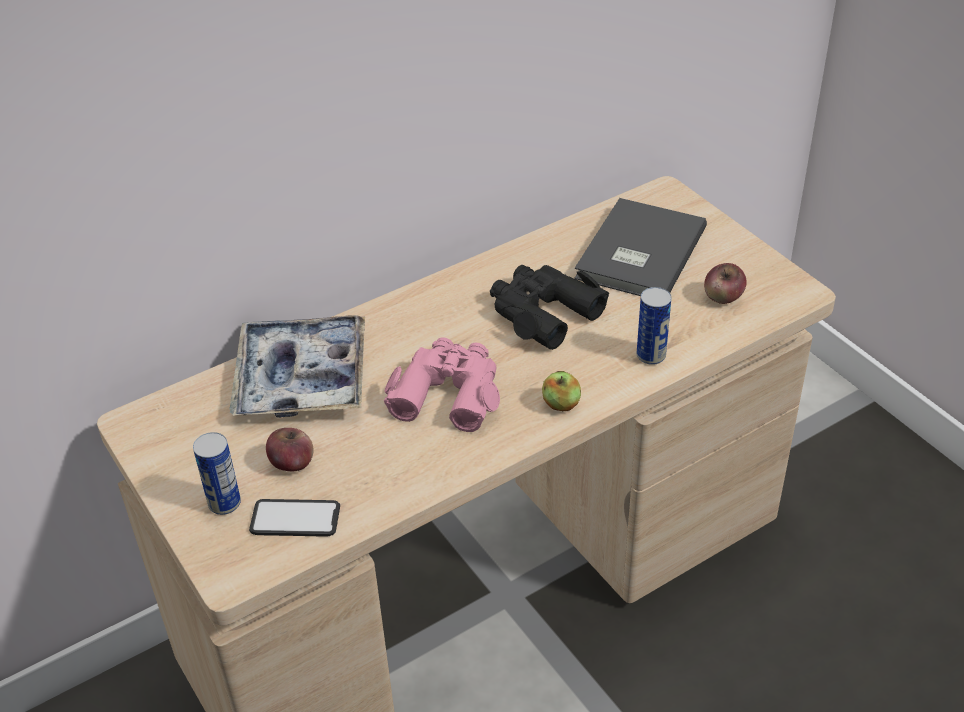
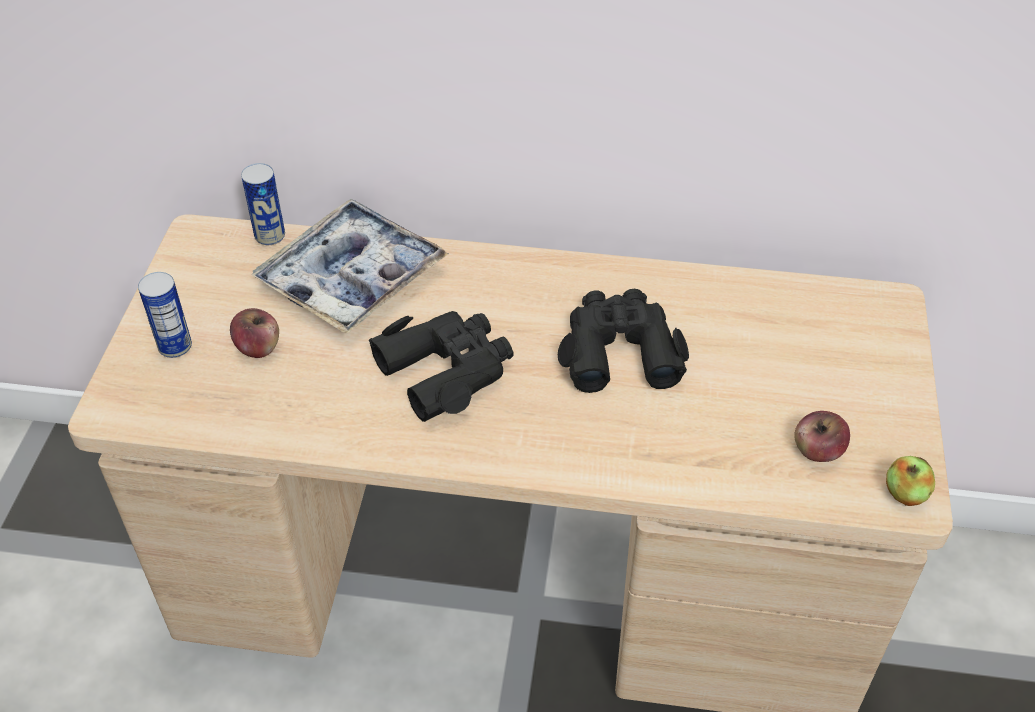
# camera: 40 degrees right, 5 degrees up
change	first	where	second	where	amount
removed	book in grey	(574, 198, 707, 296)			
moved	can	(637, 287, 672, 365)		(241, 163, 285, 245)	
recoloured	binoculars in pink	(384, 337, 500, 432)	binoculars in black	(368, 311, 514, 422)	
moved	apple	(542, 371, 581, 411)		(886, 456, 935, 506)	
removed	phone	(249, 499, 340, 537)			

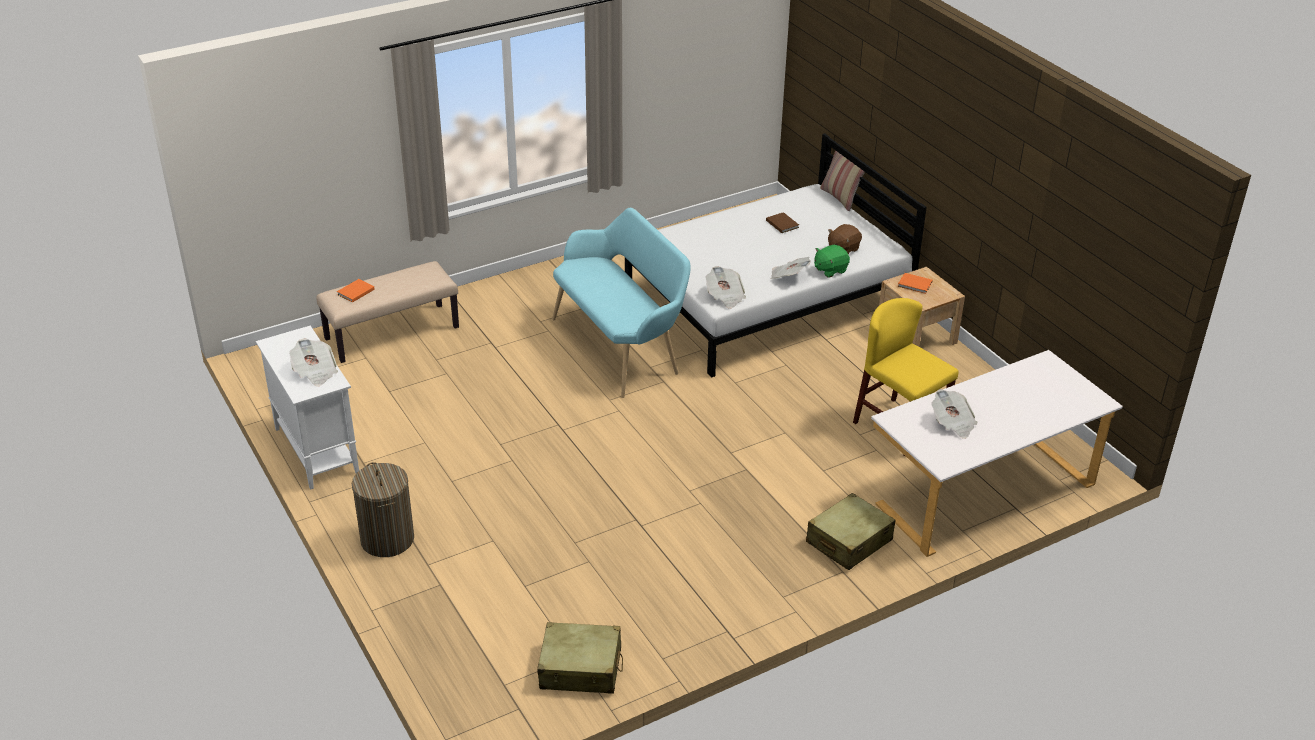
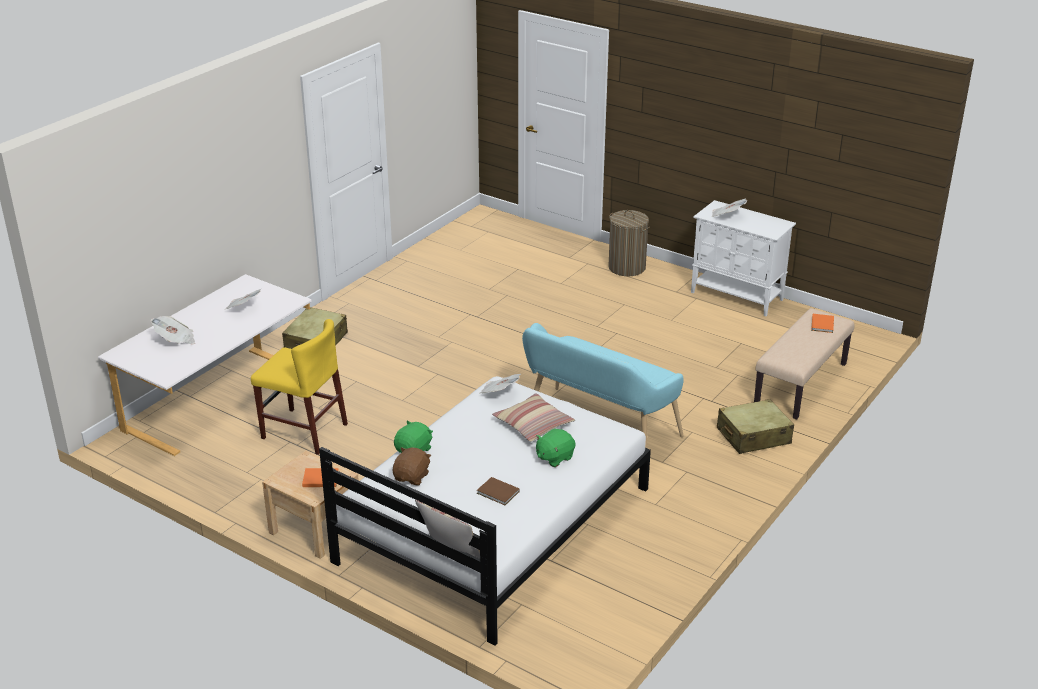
# camera: 155 degrees right, 5 degrees down
change	first	where	second	where	amount
moved	newspaper	(770, 257, 811, 279)		(151, 316, 195, 344)	
moved	suitcase in beige	(537, 622, 623, 694)		(717, 399, 794, 454)	
added			pillow	(492, 393, 575, 442)	
added			plush toy in green	(536, 429, 575, 467)	

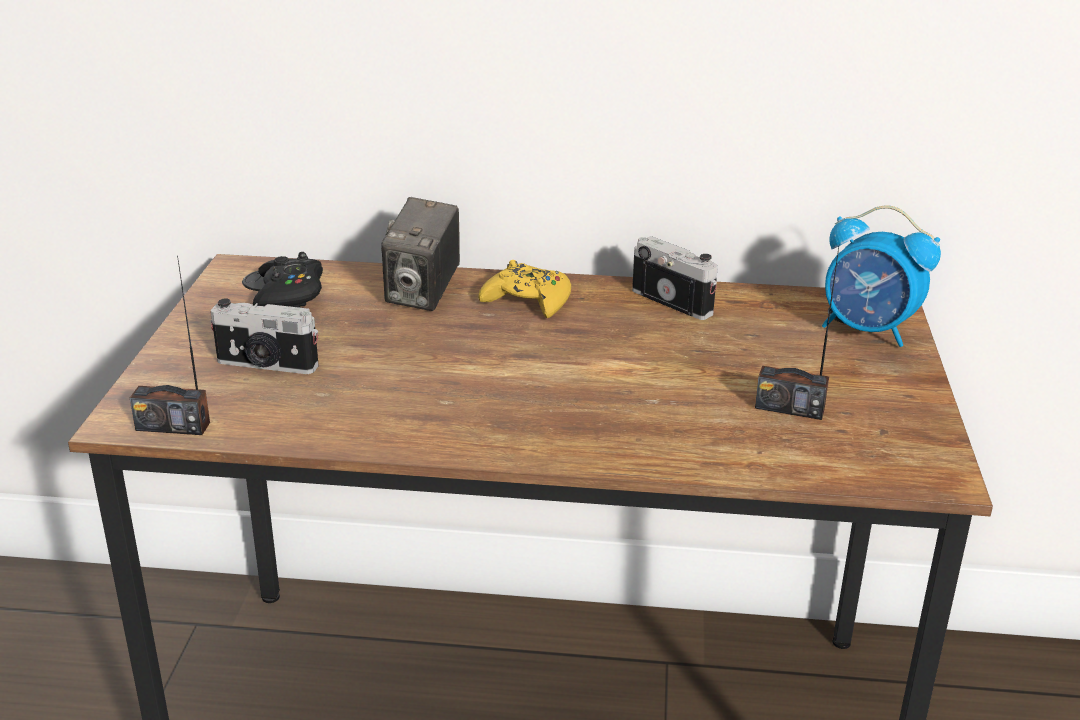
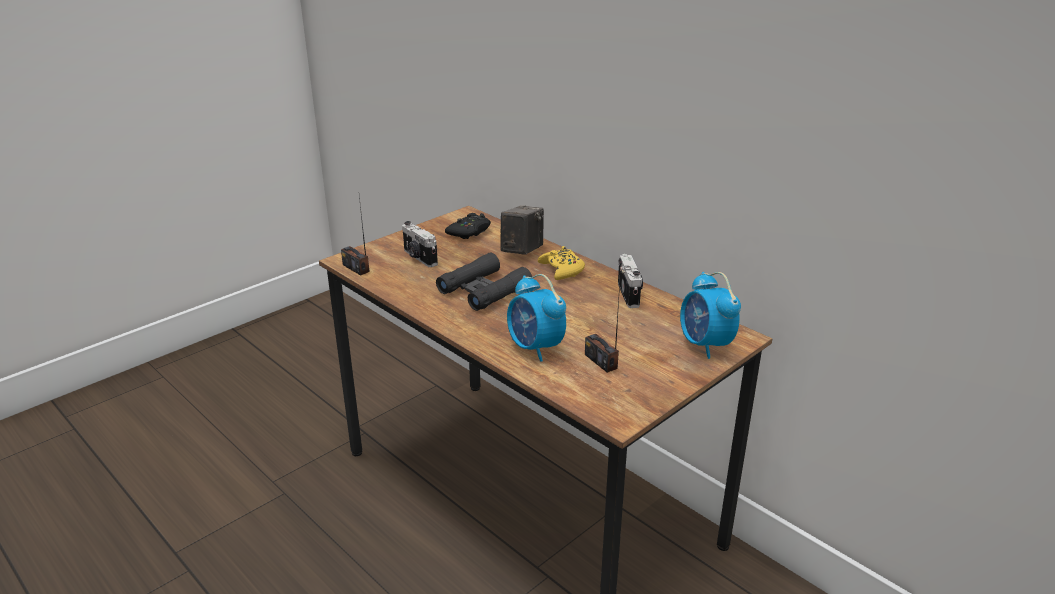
# camera: 40 degrees right, 0 degrees up
change	first	where	second	where	amount
turned	photo camera	(381, 197, 460, 311)		(501, 205, 544, 255)	150 degrees clockwise
added			binoculars in black	(436, 253, 532, 311)	
added			alarm clock	(507, 274, 566, 362)	

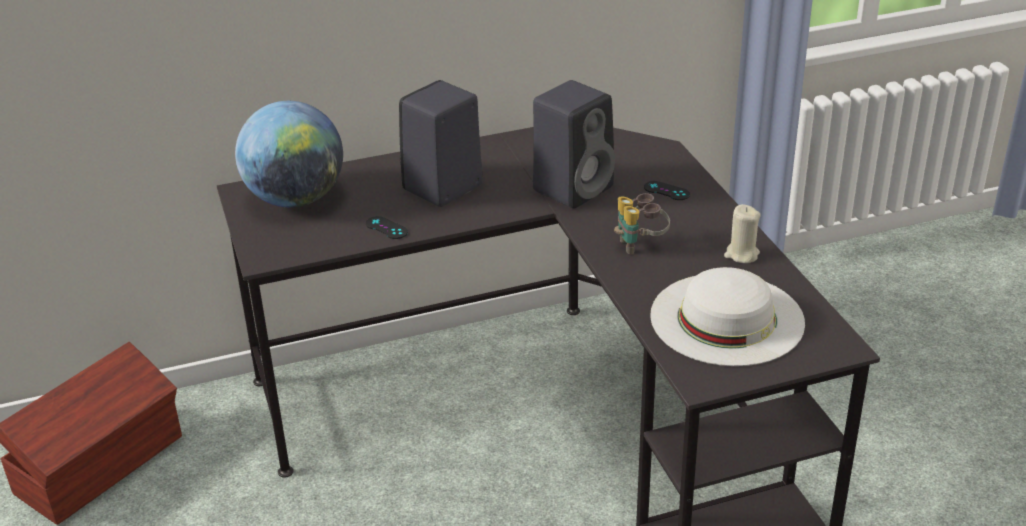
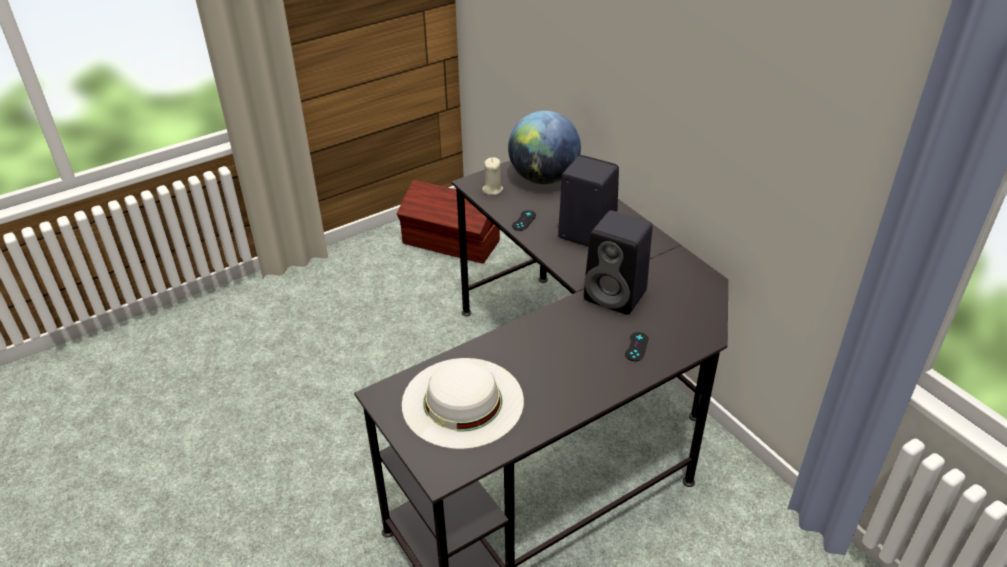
# camera: 75 degrees right, 5 degrees up
change	first	where	second	where	amount
removed	binoculars	(614, 193, 670, 255)			
moved	candle in beige	(724, 204, 761, 263)		(482, 157, 503, 195)	

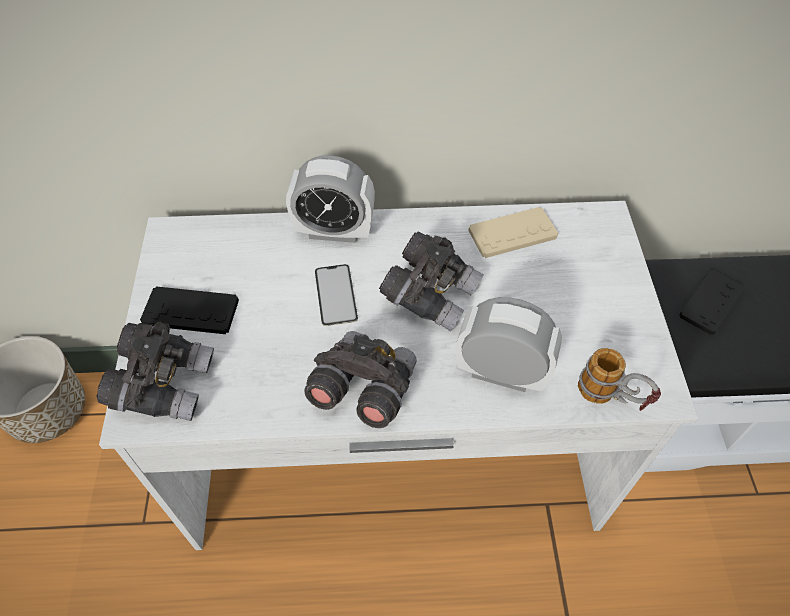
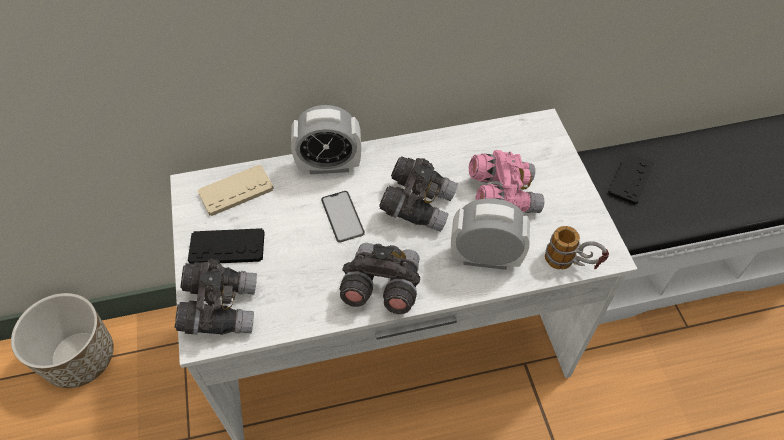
# camera: 10 degrees left, 0 degrees up
change	first	where	second	where	amount
moved	game controller in beige	(469, 207, 558, 258)		(198, 165, 274, 216)	
added			binoculars in pink	(469, 150, 544, 213)	

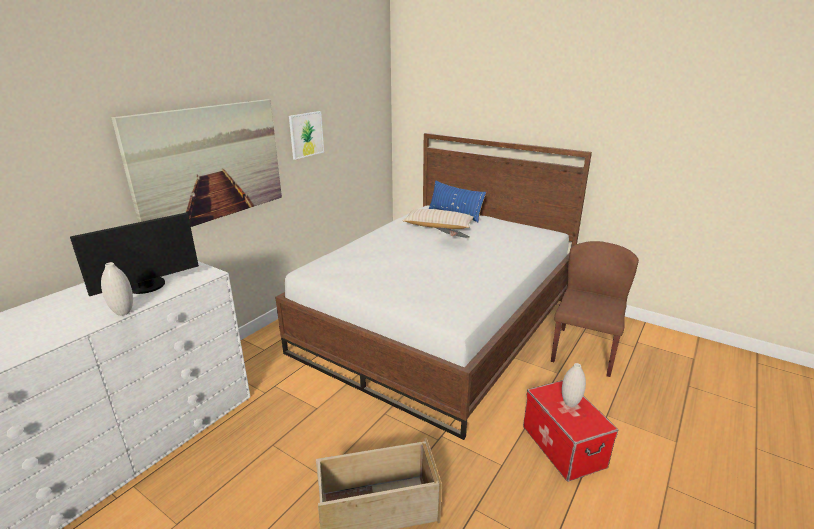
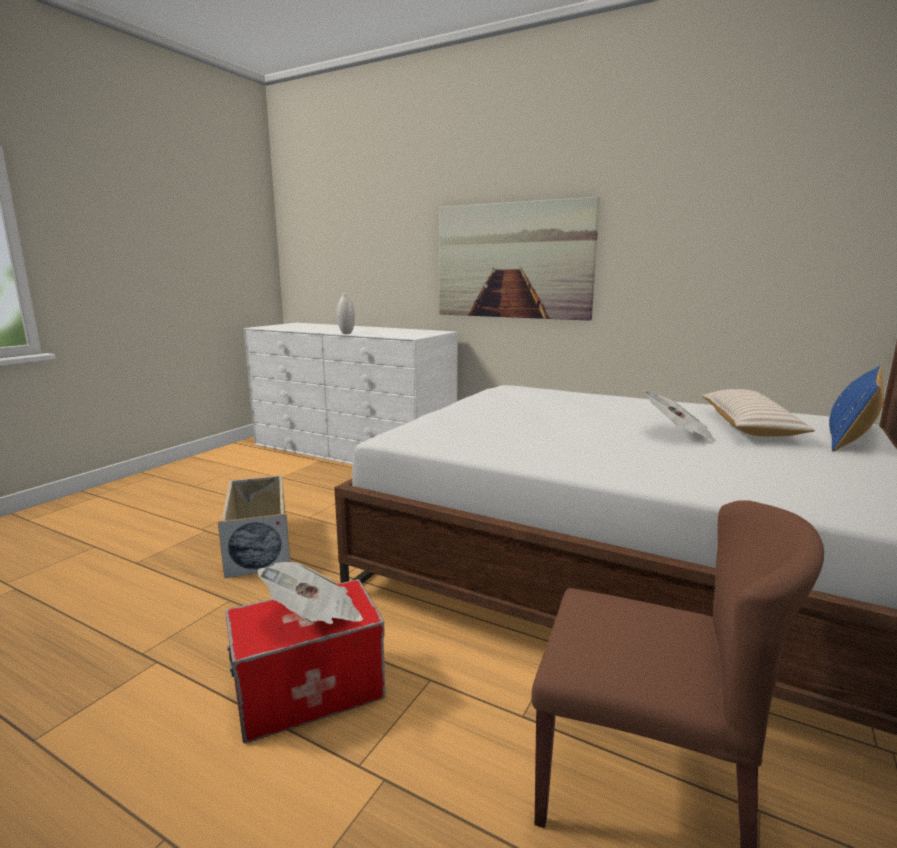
# camera: 85 degrees right, 10 degrees down
change	first	where	second	where	amount
removed	picture	(289, 111, 324, 160)			
removed	monitor	(70, 212, 199, 296)			
replaced	vase in white	(562, 363, 586, 407)	newspaper	(258, 562, 363, 624)	

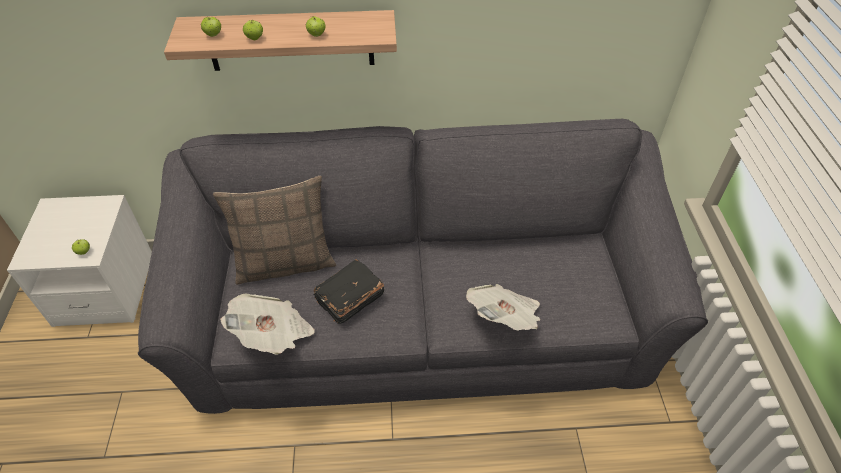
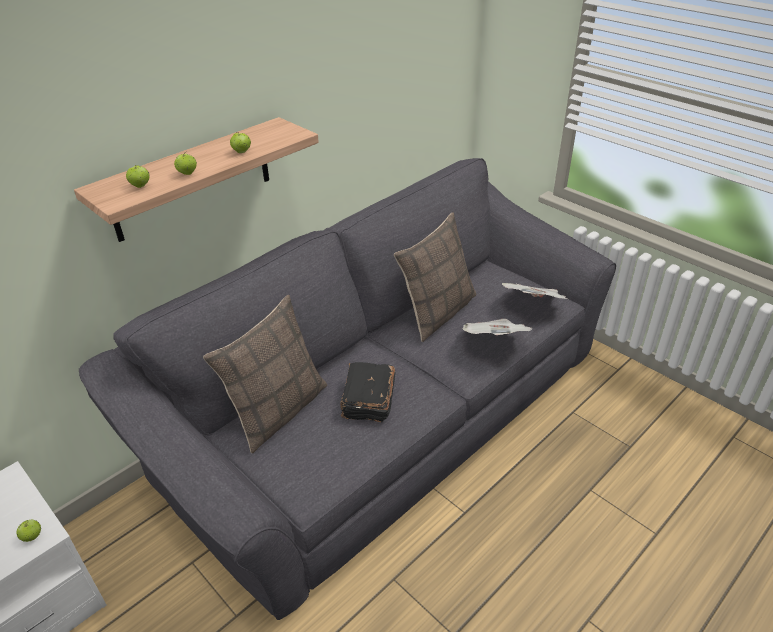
# camera: 40 degrees left, 10 degrees down
change	first	where	second	where	amount
moved	newspaper	(220, 293, 315, 355)		(502, 283, 568, 299)	
added			pillow	(394, 212, 476, 342)	

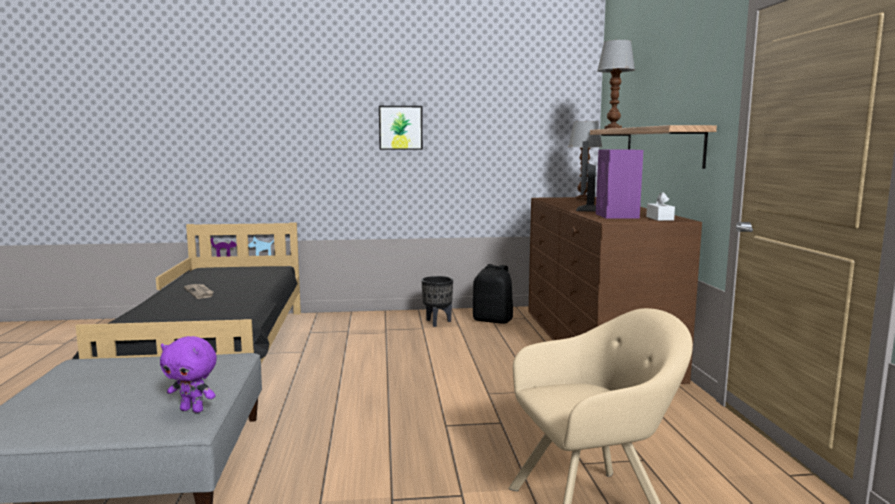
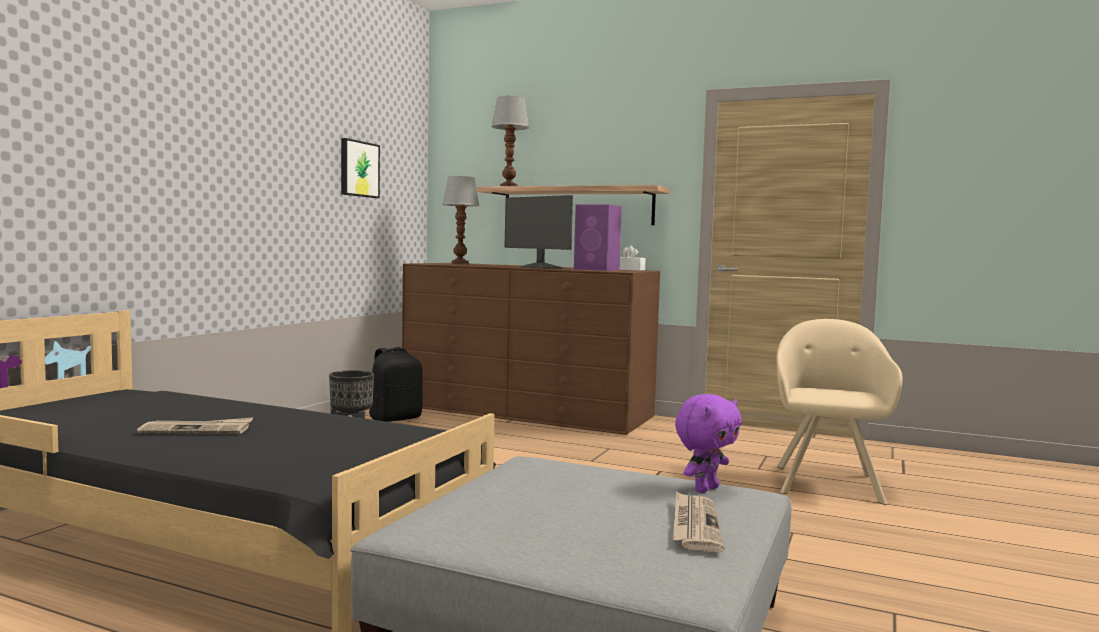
# camera: 60 degrees left, 5 degrees down
change	first	where	second	where	amount
moved	picture	(379, 106, 423, 150)		(341, 138, 380, 198)	
added			newspaper	(673, 491, 724, 552)	

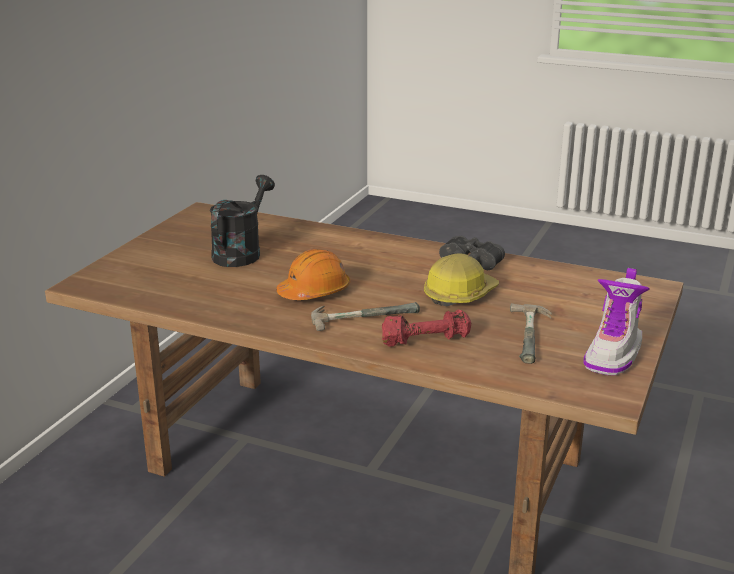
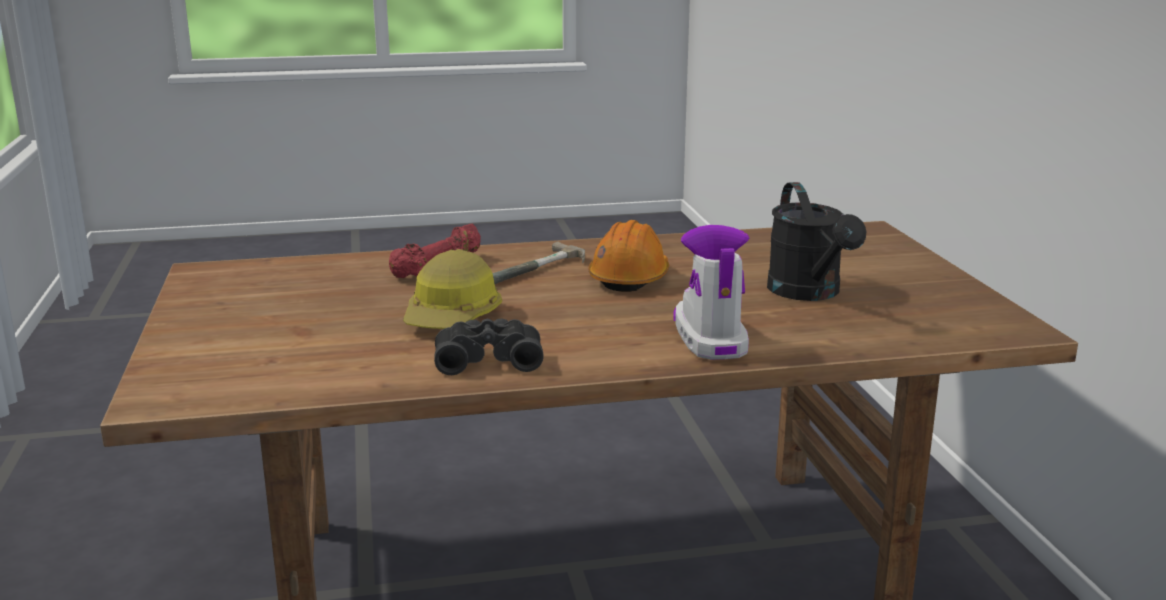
# camera: 145 degrees right, 5 degrees down
change	first	where	second	where	amount
moved	boot	(583, 268, 650, 375)		(674, 225, 749, 360)	
removed	hammer	(510, 303, 552, 364)			

